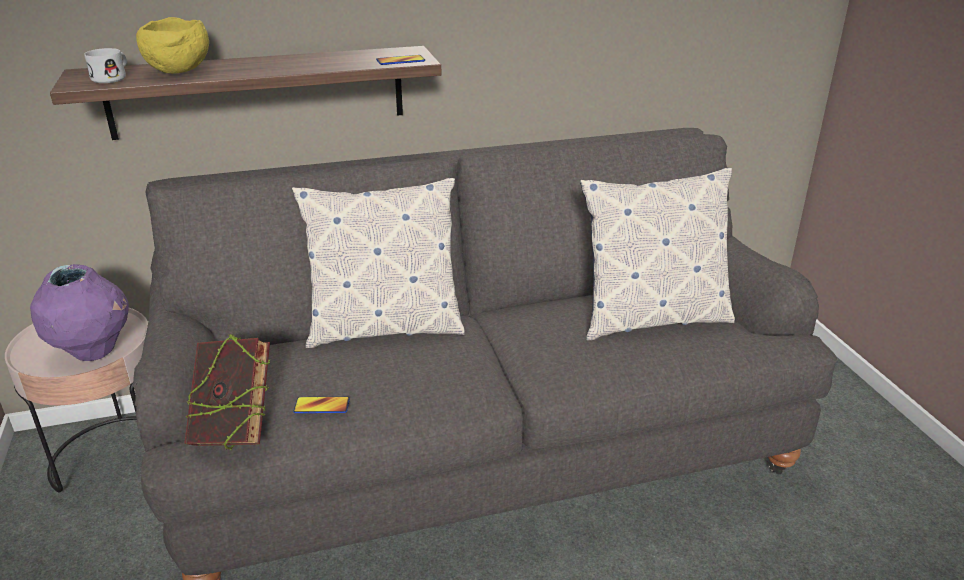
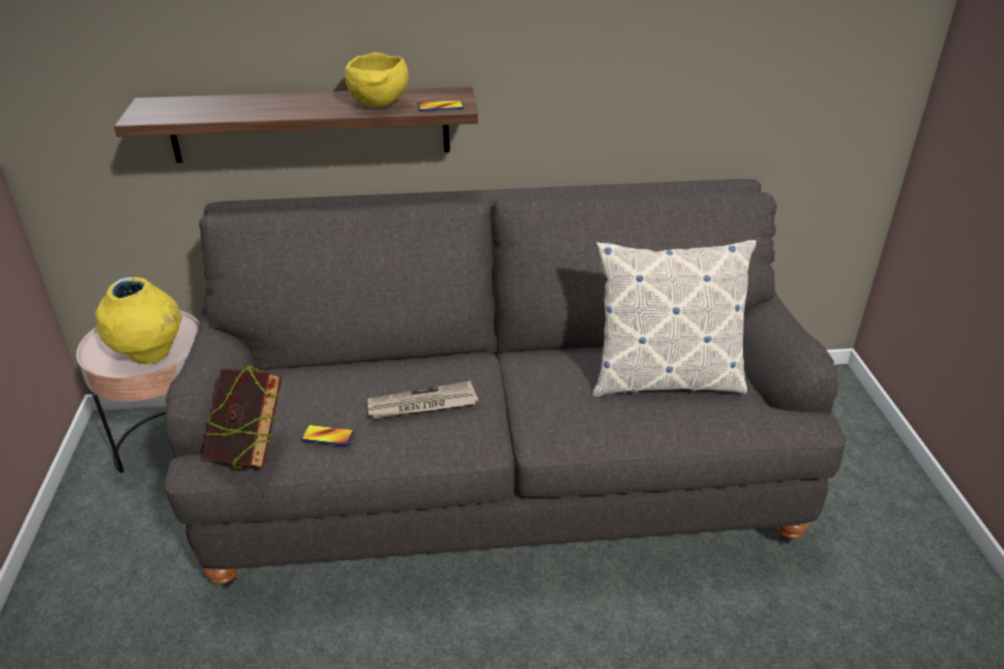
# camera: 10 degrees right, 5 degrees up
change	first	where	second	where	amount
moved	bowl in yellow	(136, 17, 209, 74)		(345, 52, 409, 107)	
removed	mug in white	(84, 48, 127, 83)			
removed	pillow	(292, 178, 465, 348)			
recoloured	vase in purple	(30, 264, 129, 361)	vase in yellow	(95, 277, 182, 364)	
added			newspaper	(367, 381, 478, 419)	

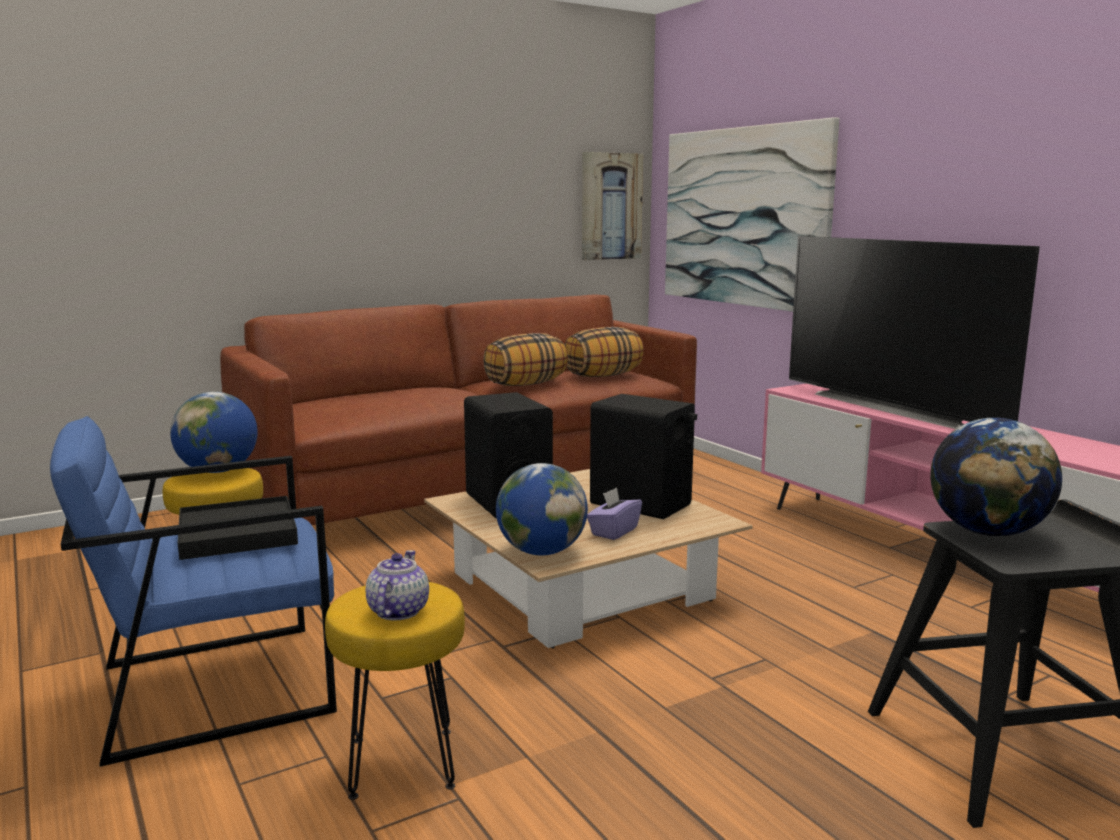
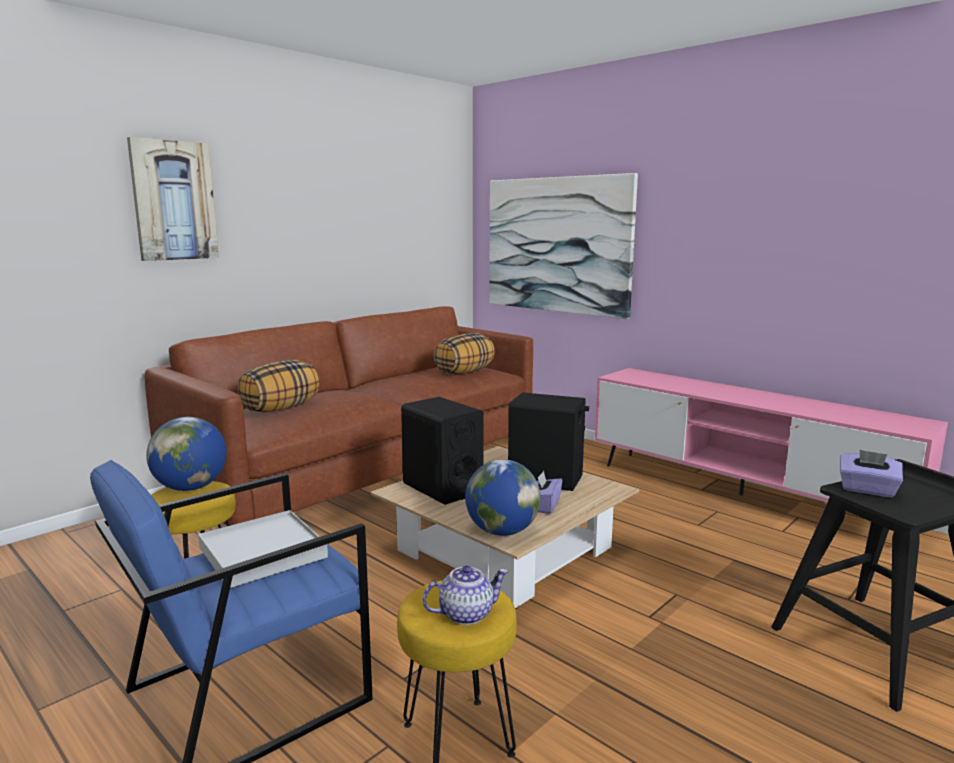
# camera: 15 degrees left, 0 degrees up
change	first	where	second	where	amount
moved	picture	(582, 152, 643, 260)		(127, 137, 219, 261)	
removed	television	(789, 236, 1040, 429)			
moved	pillow	(483, 333, 568, 386)		(238, 360, 320, 412)	
replaced	globe	(930, 418, 1062, 536)	tissue box in purple	(840, 450, 903, 498)	
recoloured	tray in black	(178, 496, 298, 560)	tray in white	(198, 510, 328, 588)	
turned	teapot	(366, 550, 429, 620)		(422, 565, 508, 625)	75 degrees clockwise

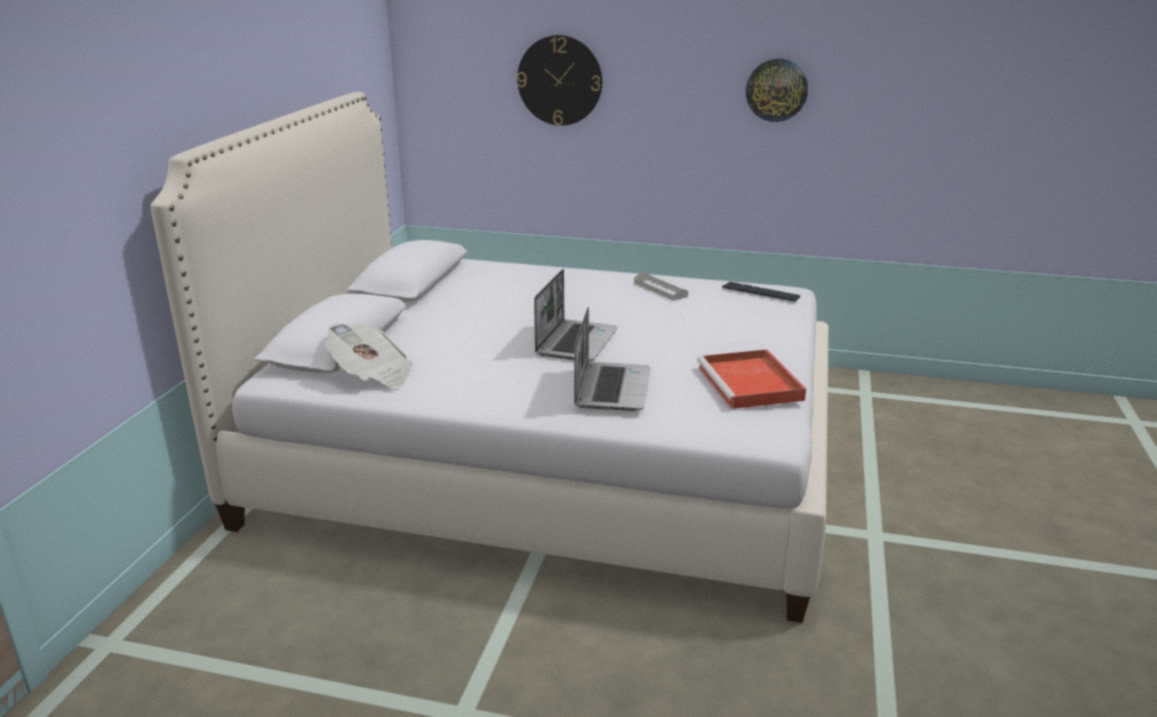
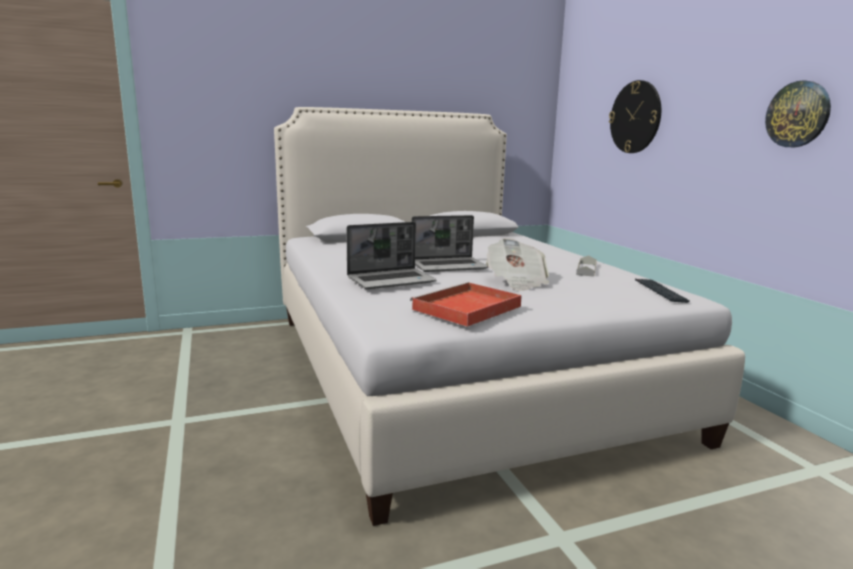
# camera: 55 degrees right, 10 degrees down
change	first	where	second	where	amount
moved	newspaper	(325, 323, 413, 389)		(486, 238, 549, 291)	

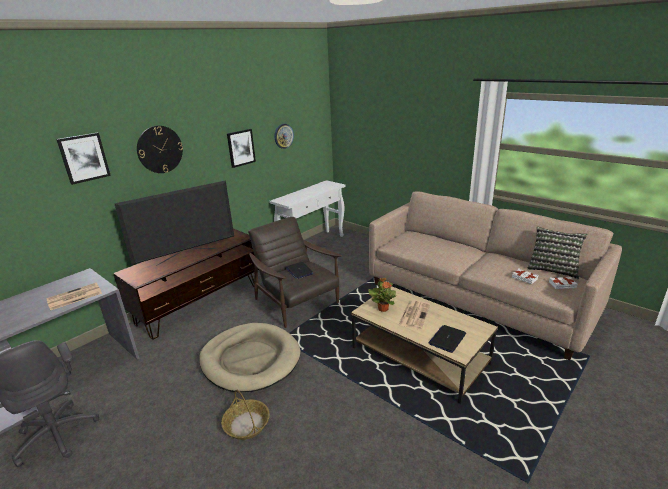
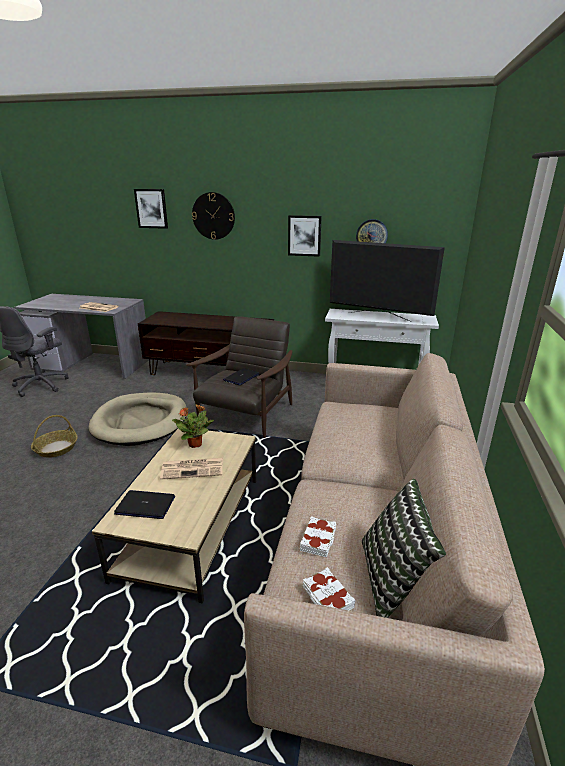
# camera: 60 degrees right, 0 degrees up
change	first	where	second	where	amount
moved	television	(114, 180, 234, 266)		(330, 240, 445, 321)	

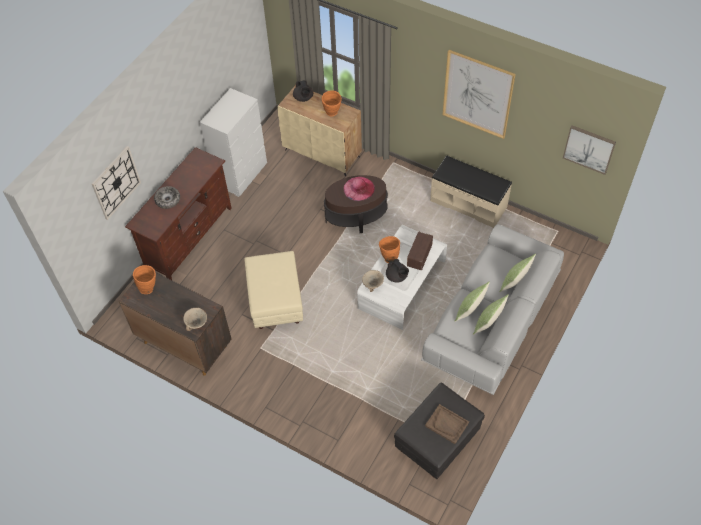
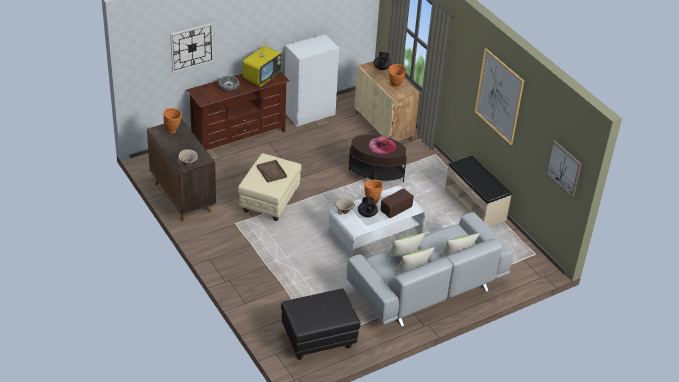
# camera: 25 degrees right, 15 degrees down
change	first	where	second	where	amount
moved	tray in brown	(425, 404, 469, 444)		(257, 160, 287, 183)	
added			television	(243, 39, 282, 87)	

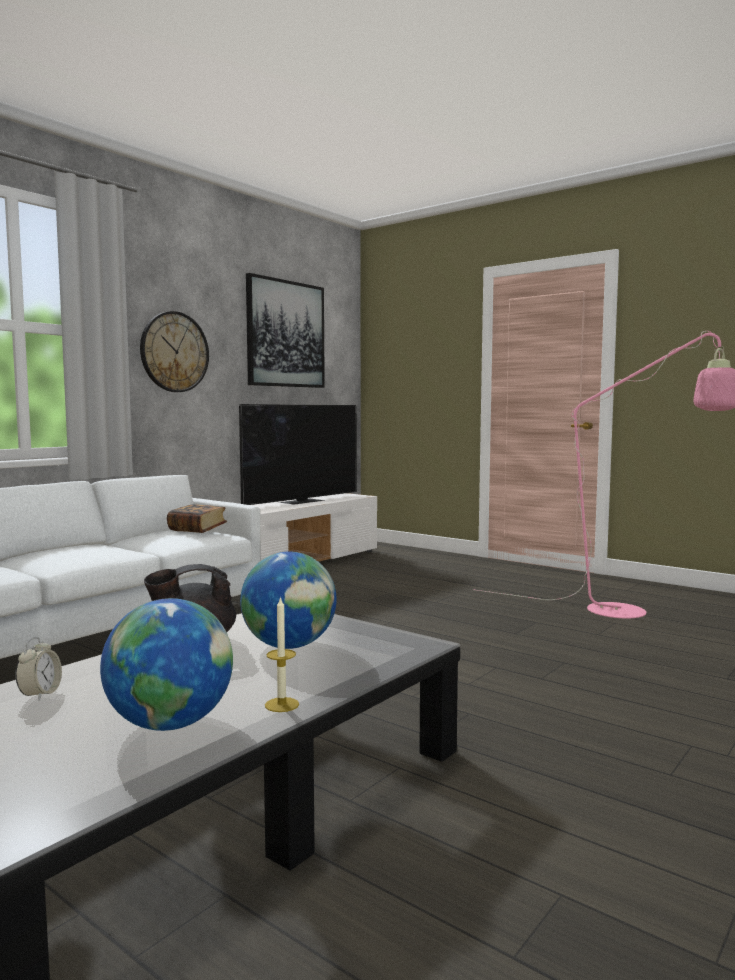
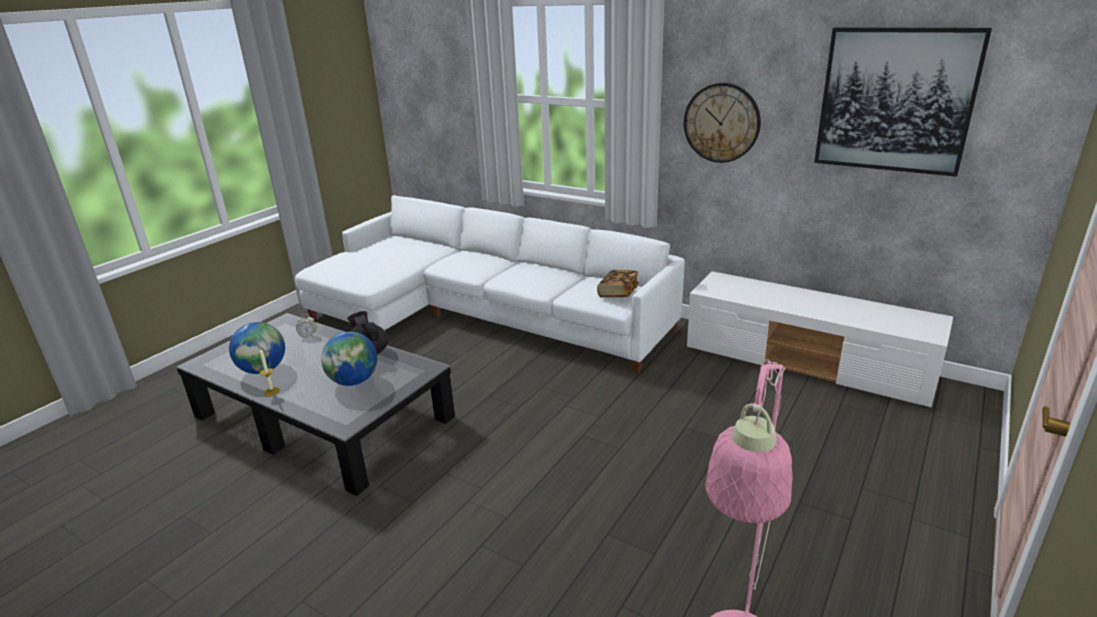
# camera: 85 degrees right, 20 degrees up
change	first	where	second	where	amount
removed	television	(239, 404, 357, 505)			

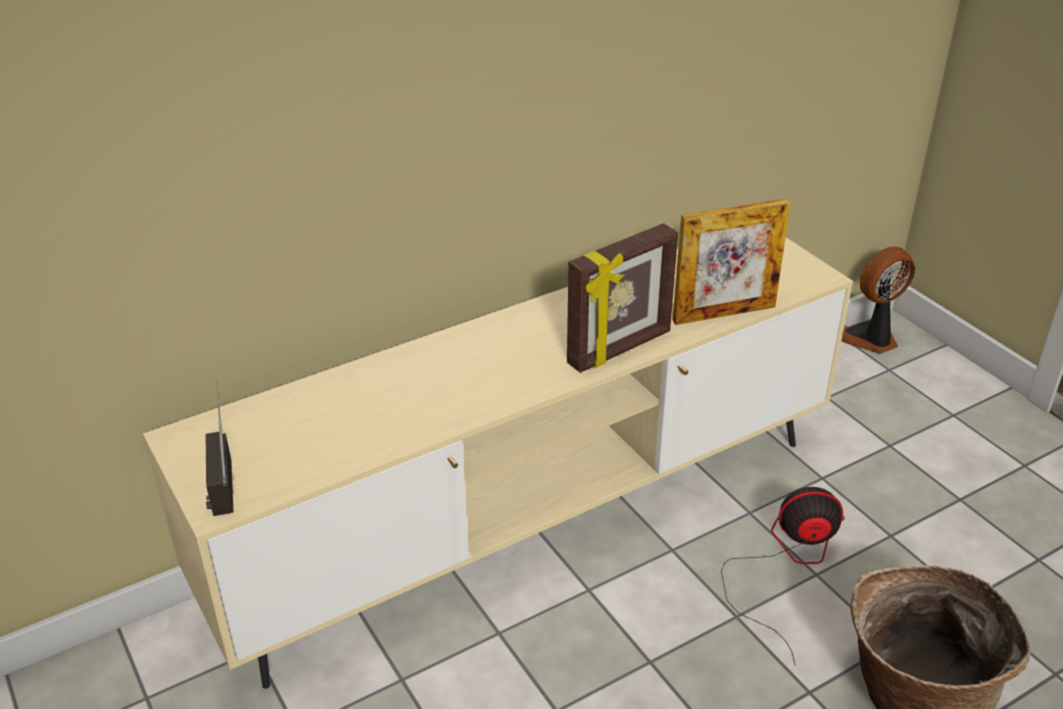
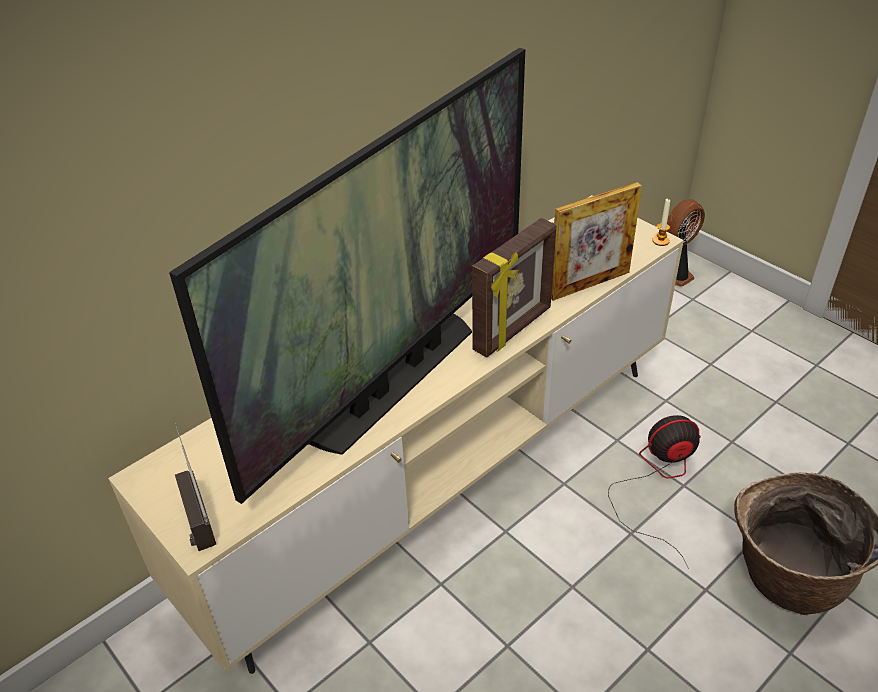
# camera: 10 degrees left, 5 degrees up
change	first	where	second	where	amount
added			television	(169, 48, 525, 504)	
added			candle	(652, 199, 670, 246)	

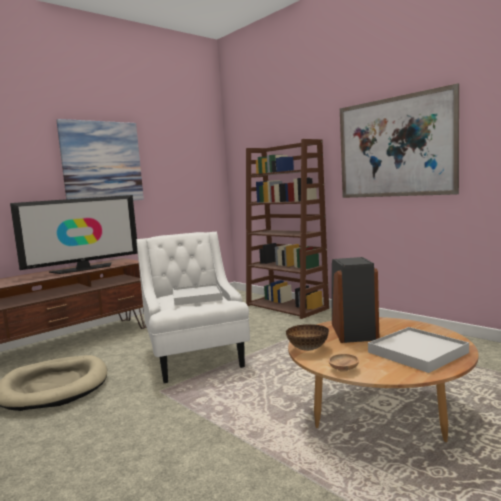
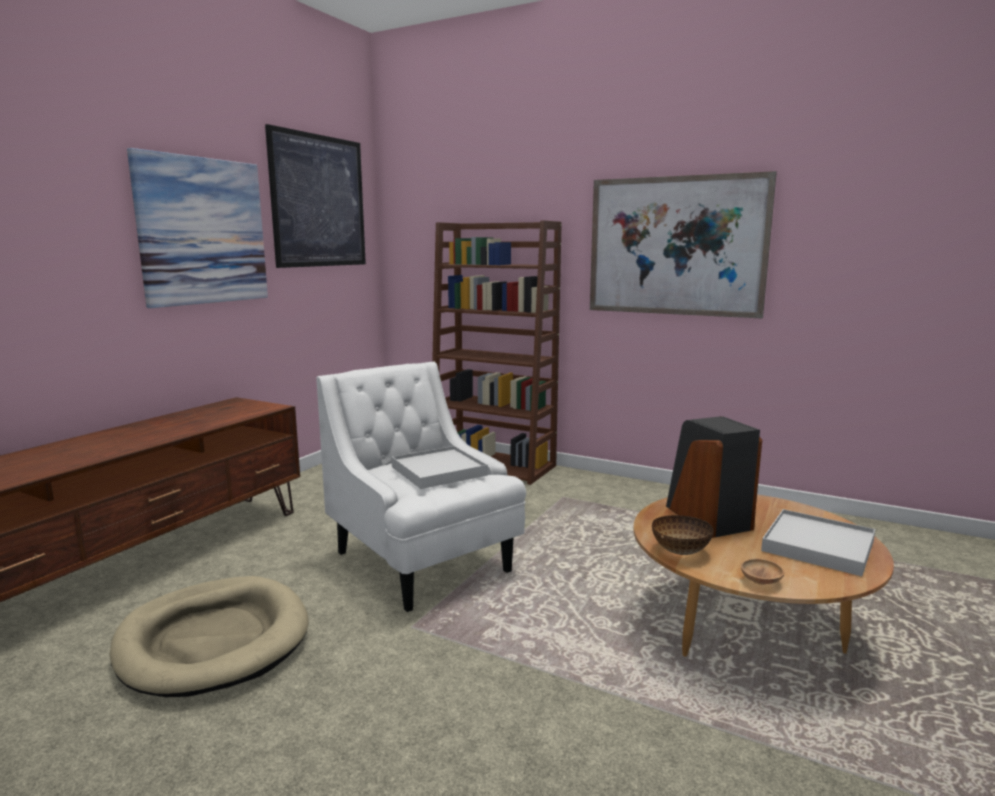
# camera: 20 degrees left, 5 degrees up
change	first	where	second	where	amount
removed	television	(10, 195, 138, 274)			
added			picture	(265, 124, 366, 268)	

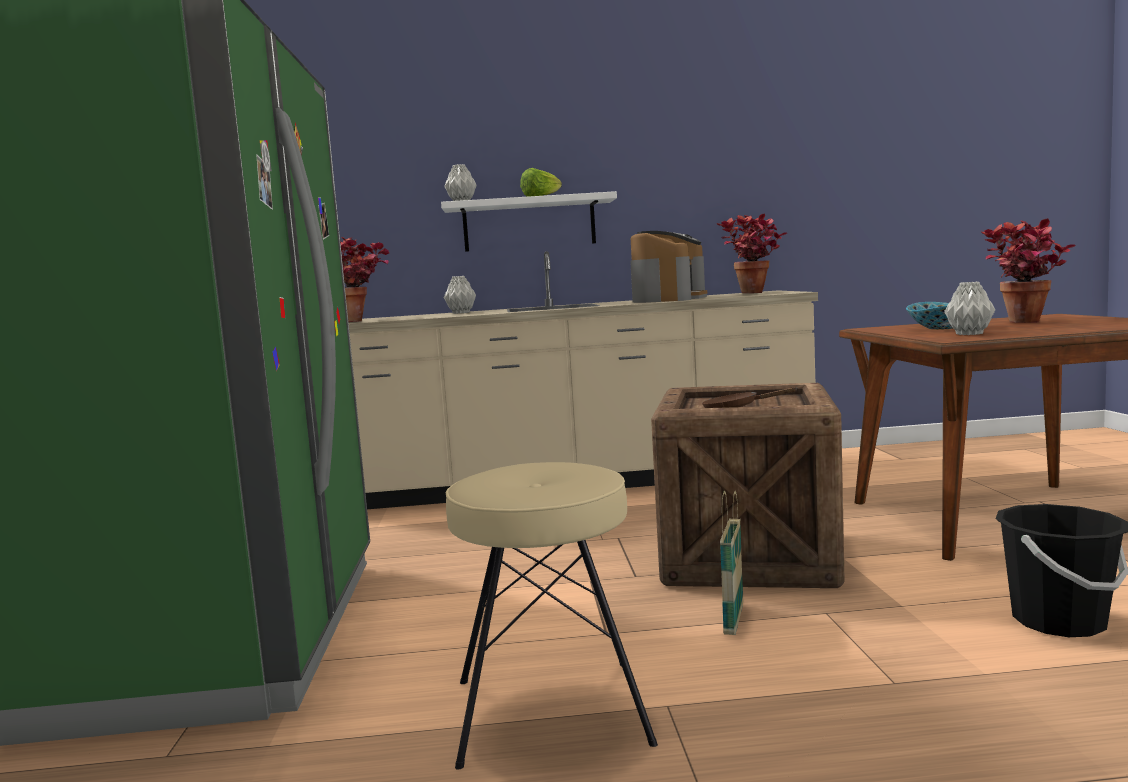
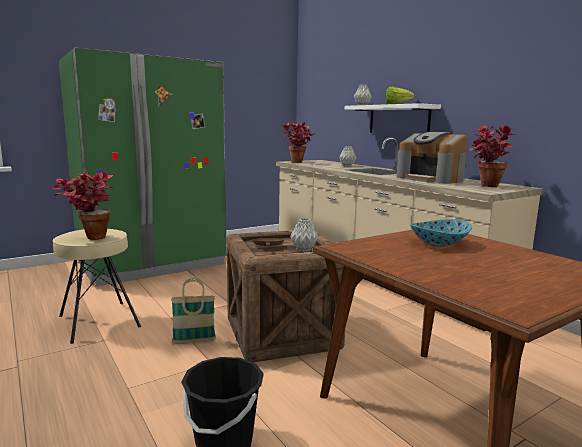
# camera: 60 degrees right, 5 degrees up
change	first	where	second	where	amount
moved	potted plant	(982, 218, 1076, 323)		(52, 172, 114, 240)	
turned	coffee machine	(630, 231, 707, 303)		(397, 132, 467, 184)	60 degrees clockwise
moved	vase in grey	(944, 282, 995, 335)		(290, 218, 318, 252)	

